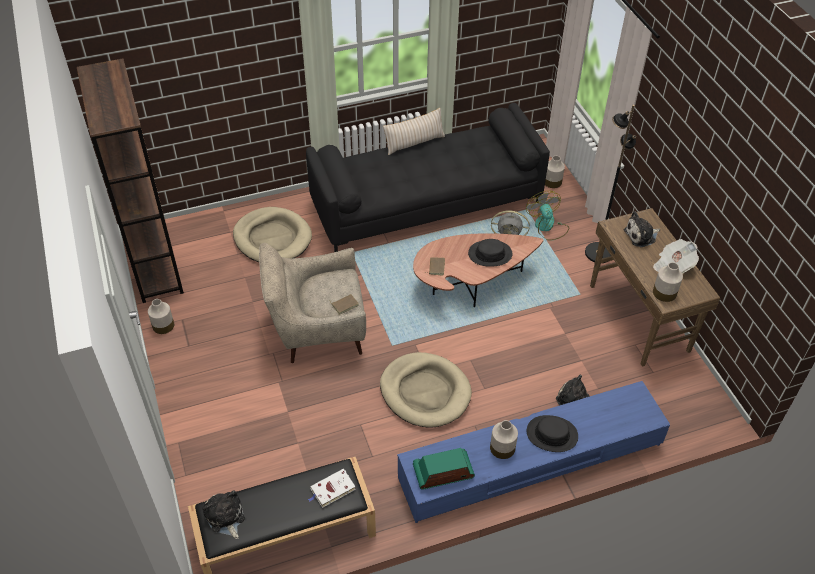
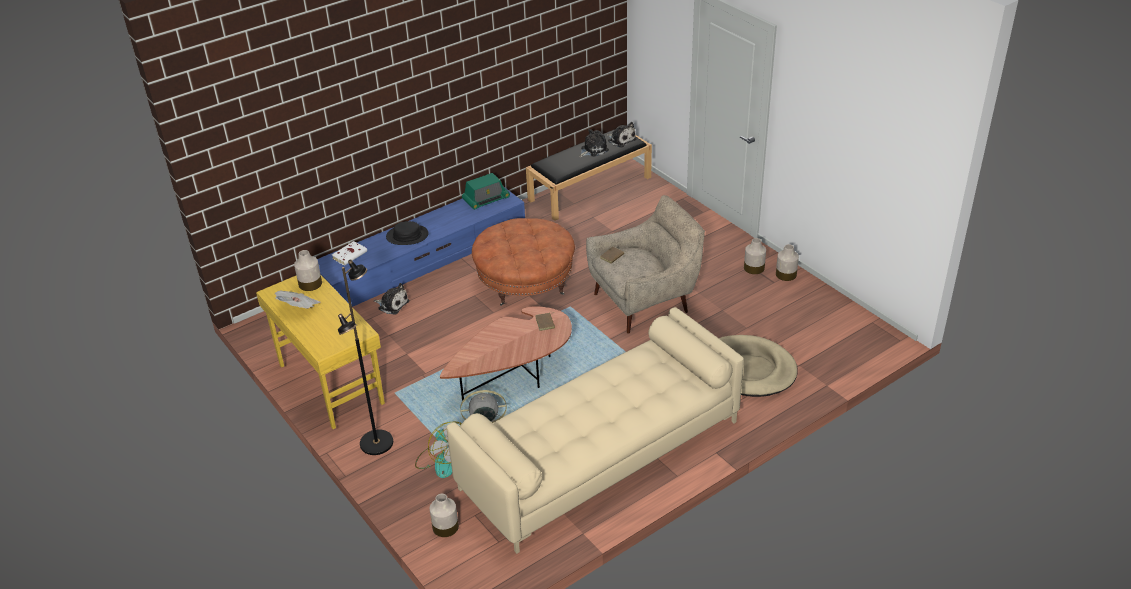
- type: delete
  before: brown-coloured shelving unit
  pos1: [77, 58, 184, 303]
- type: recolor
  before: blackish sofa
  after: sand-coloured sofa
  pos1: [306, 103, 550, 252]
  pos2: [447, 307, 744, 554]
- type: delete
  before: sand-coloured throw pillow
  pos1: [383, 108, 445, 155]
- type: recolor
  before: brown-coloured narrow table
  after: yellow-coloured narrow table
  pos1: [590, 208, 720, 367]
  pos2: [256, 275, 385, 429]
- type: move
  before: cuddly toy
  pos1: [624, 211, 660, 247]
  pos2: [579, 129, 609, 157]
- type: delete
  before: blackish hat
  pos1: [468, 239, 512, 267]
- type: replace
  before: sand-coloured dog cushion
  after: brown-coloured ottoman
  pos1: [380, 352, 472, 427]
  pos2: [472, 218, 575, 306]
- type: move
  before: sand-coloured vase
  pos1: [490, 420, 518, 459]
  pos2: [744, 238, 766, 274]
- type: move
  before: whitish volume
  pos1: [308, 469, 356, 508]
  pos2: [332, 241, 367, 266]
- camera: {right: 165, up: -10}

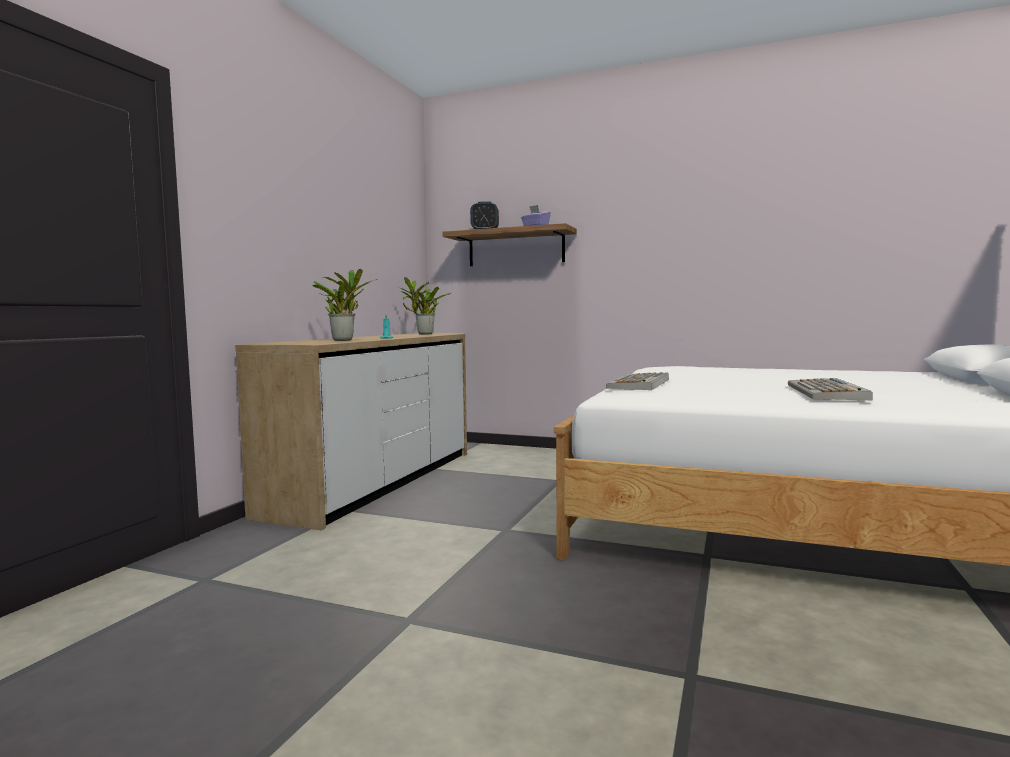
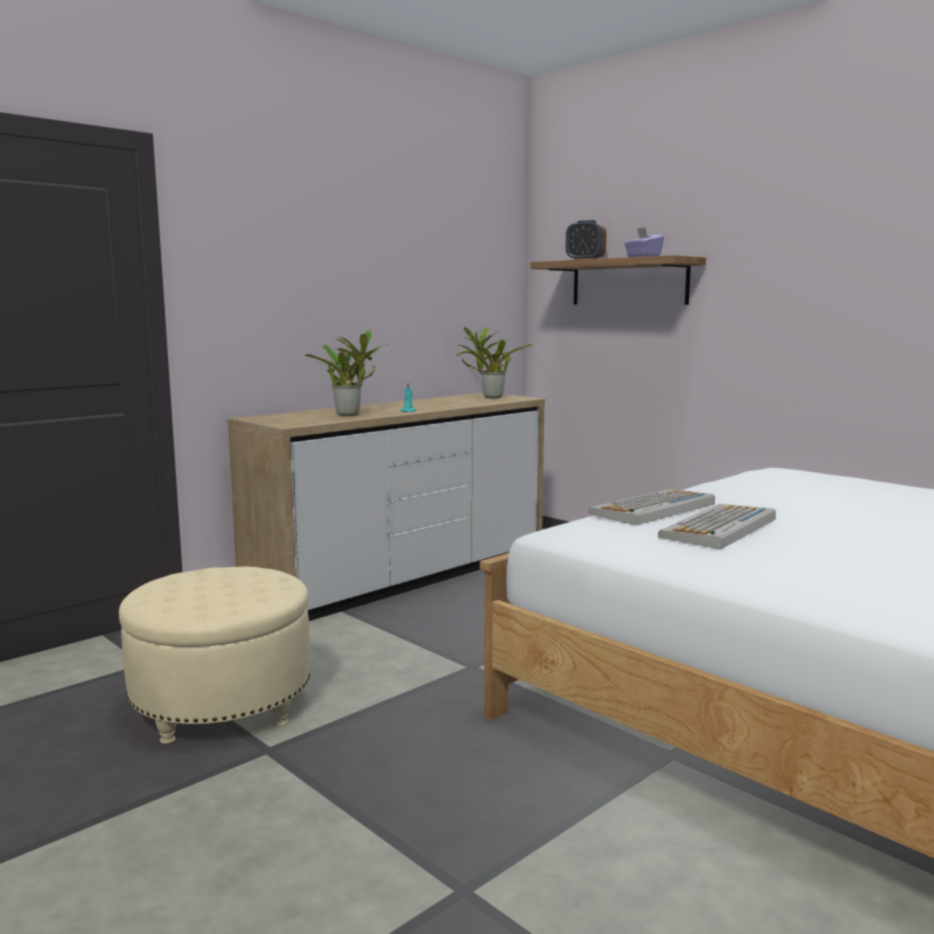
- type: move
  before: keyboard
  pos1: [788, 378, 873, 400]
  pos2: [658, 504, 776, 549]
- type: insert
  after: sand-coloured ottoman
  pos2: [119, 567, 310, 744]
- camera: {right: 25, up: 5}

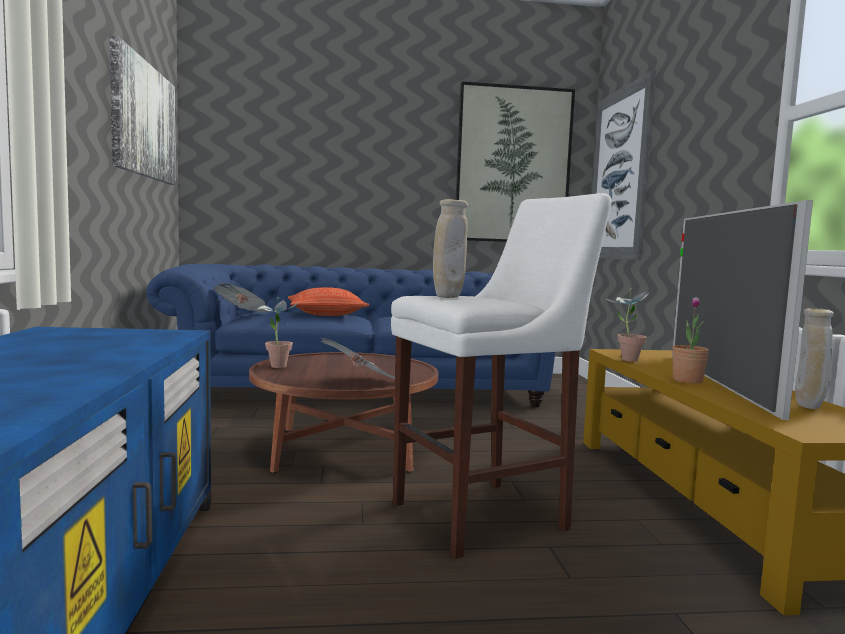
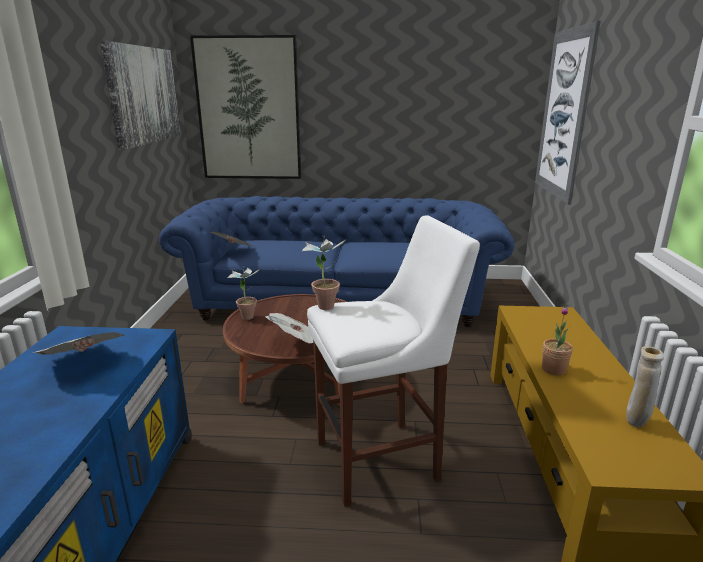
- type: move
  before: wall art
  pos1: [456, 81, 575, 242]
  pos2: [190, 35, 301, 179]
- type: delete
  before: sand-coloured vase
  pos1: [433, 199, 468, 298]
- type: delete
  before: TV set
  pos1: [672, 200, 813, 420]
- type: delete
  before: orange-coloured throw pillow
  pos1: [288, 287, 369, 316]
- type: move
  before: potted plant
  pos1: [605, 288, 649, 362]
  pos2: [302, 236, 345, 310]
- type: insert
  after: newspaper
  pos2: [33, 332, 124, 355]
- camera: {right: 10, up: 15}

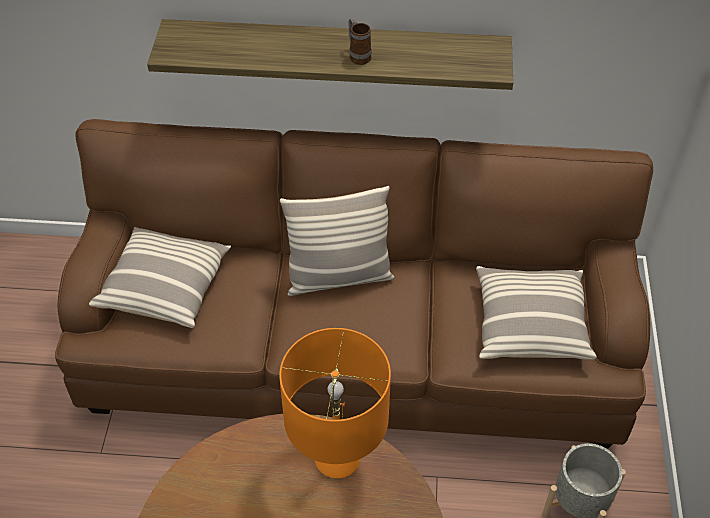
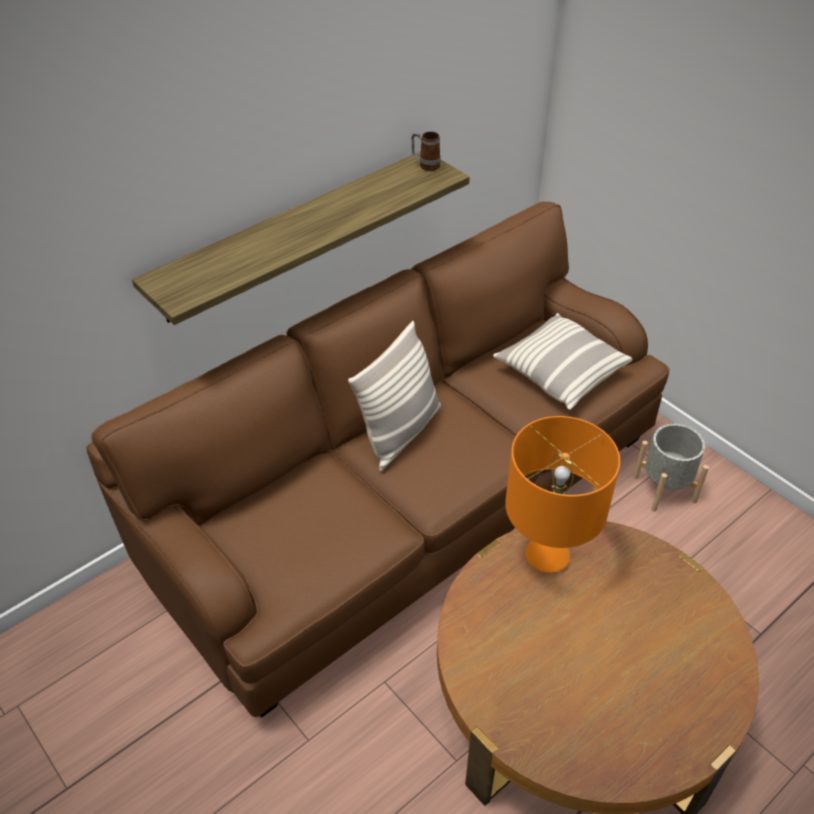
- type: move
  before: mug
  pos1: [348, 18, 372, 65]
  pos2: [411, 131, 440, 171]
- type: delete
  before: throw pillow
  pos1: [89, 227, 231, 328]
- camera: {right: -45, up: -5}

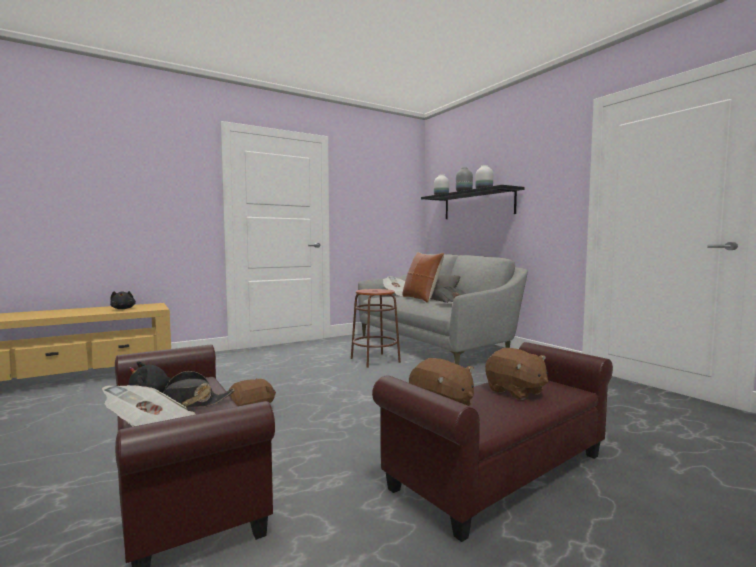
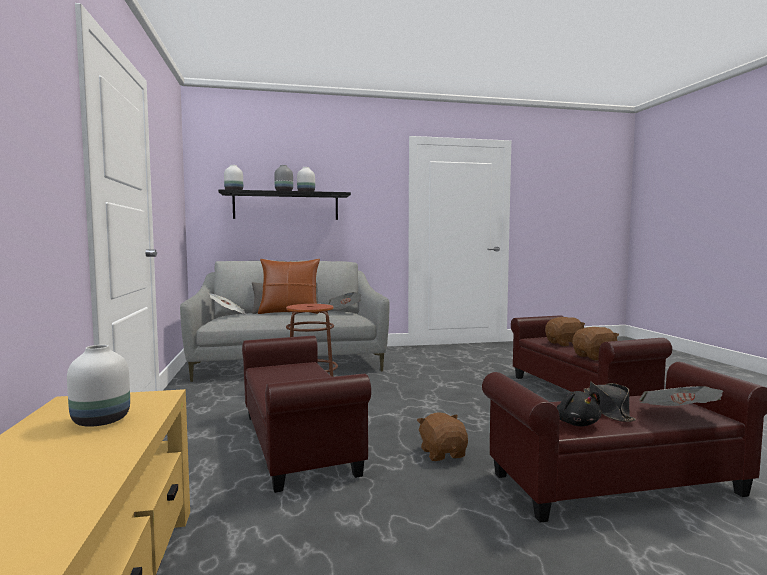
- type: replace
  before: blackish cuddly toy
  after: whitish vase
  pos1: [110, 291, 136, 309]
  pos2: [67, 345, 130, 427]
- type: insert
  after: brown-coloured ottoman
  pos2: [242, 336, 371, 493]
- camera: {right: -70, up: 0}

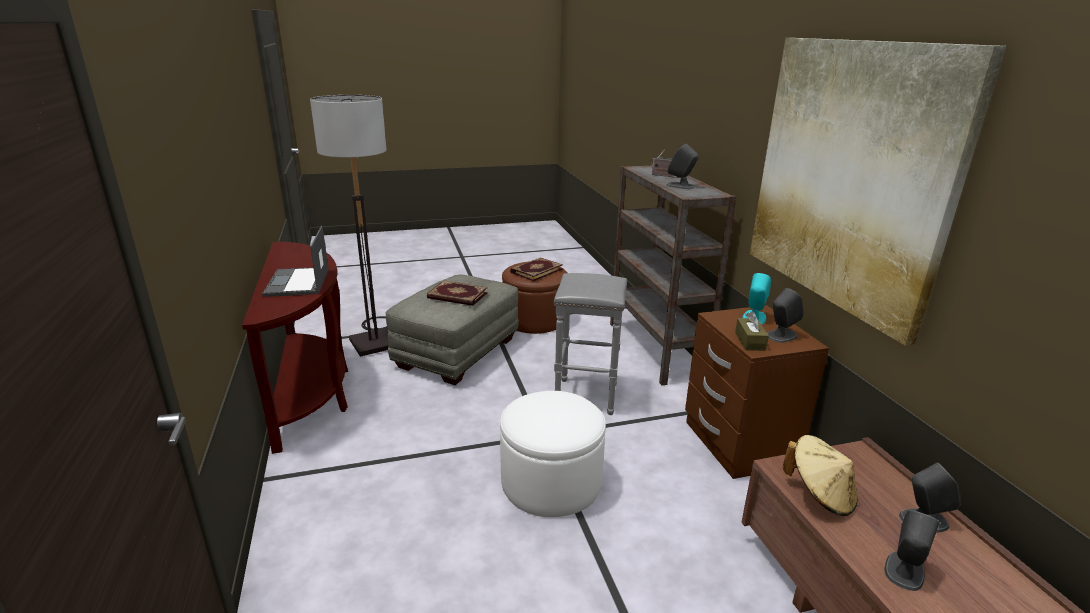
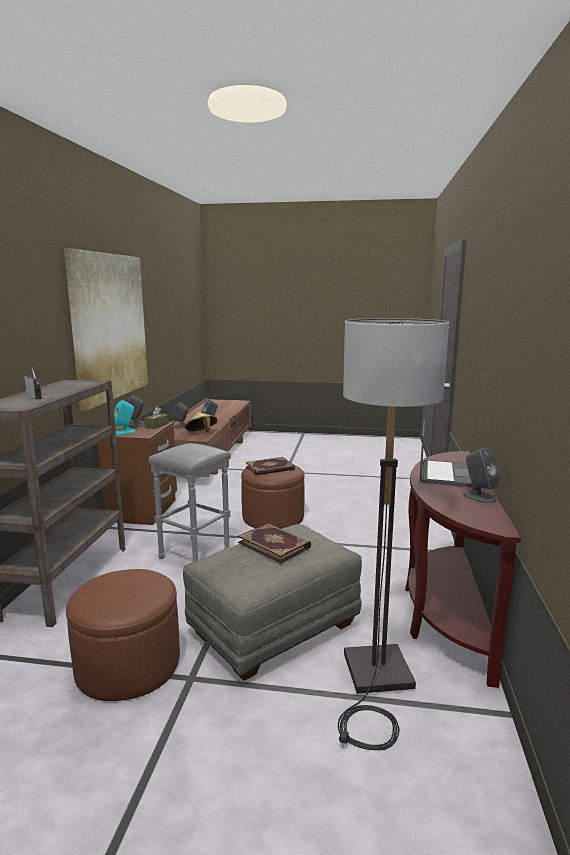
- type: move
  before: greyish loudspeaker
  pos1: [667, 144, 699, 189]
  pos2: [463, 448, 500, 503]
- type: move
  before: volume
  pos1: [510, 257, 563, 281]
  pos2: [246, 457, 295, 475]
- type: recolor
  before: whitish ottoman
  after: brown-coloured ottoman
  pos1: [500, 391, 606, 517]
  pos2: [241, 465, 305, 529]
- camera: {right: -155, up: -10}

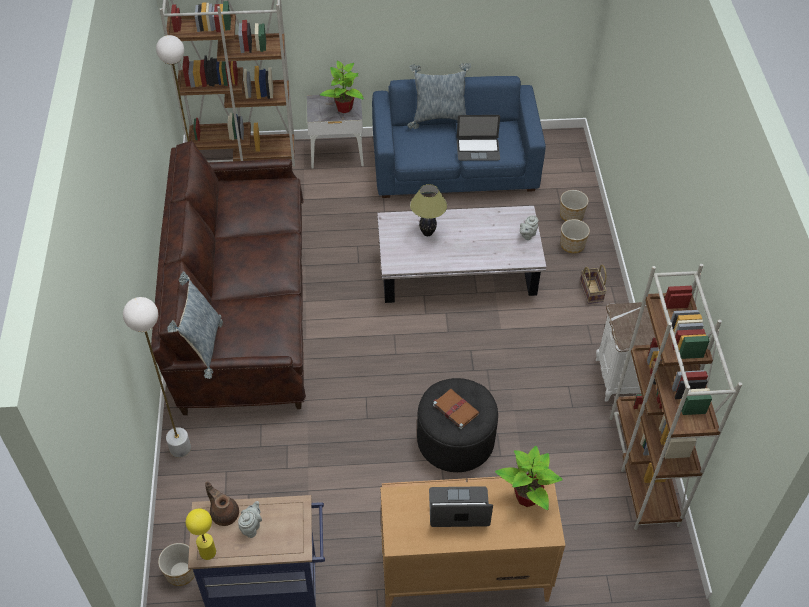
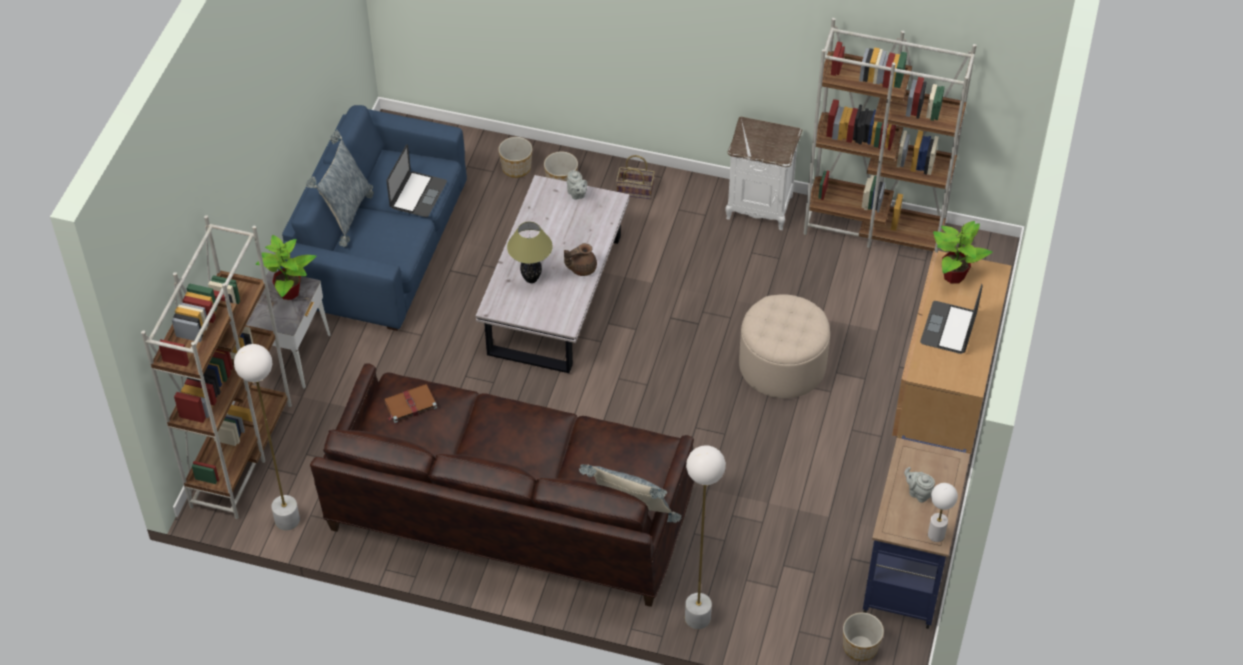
- type: recolor
  before: blackish ottoman
  after: sand-coloured ottoman
  pos1: [417, 378, 498, 472]
  pos2: [739, 294, 830, 398]
- type: move
  before: brown-coloured volume
  pos1: [433, 389, 480, 429]
  pos2: [384, 384, 437, 423]
- type: move
  before: brown-coloured teapot
  pos1: [205, 482, 239, 526]
  pos2: [564, 243, 597, 276]
- type: recolor
  before: yellow-coloured tabletop lamp
  after: whitish tabletop lamp
  pos1: [186, 508, 216, 560]
  pos2: [928, 483, 958, 542]
- camera: {right: -70, up: 0}

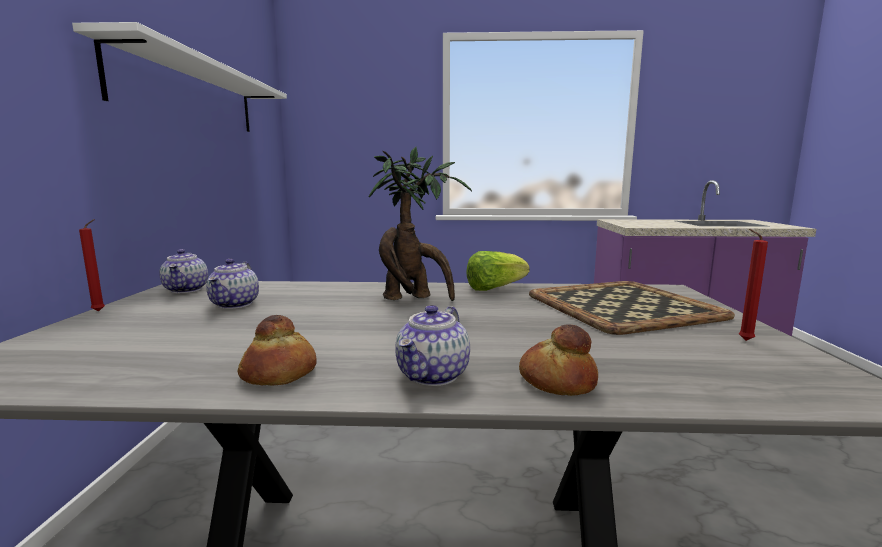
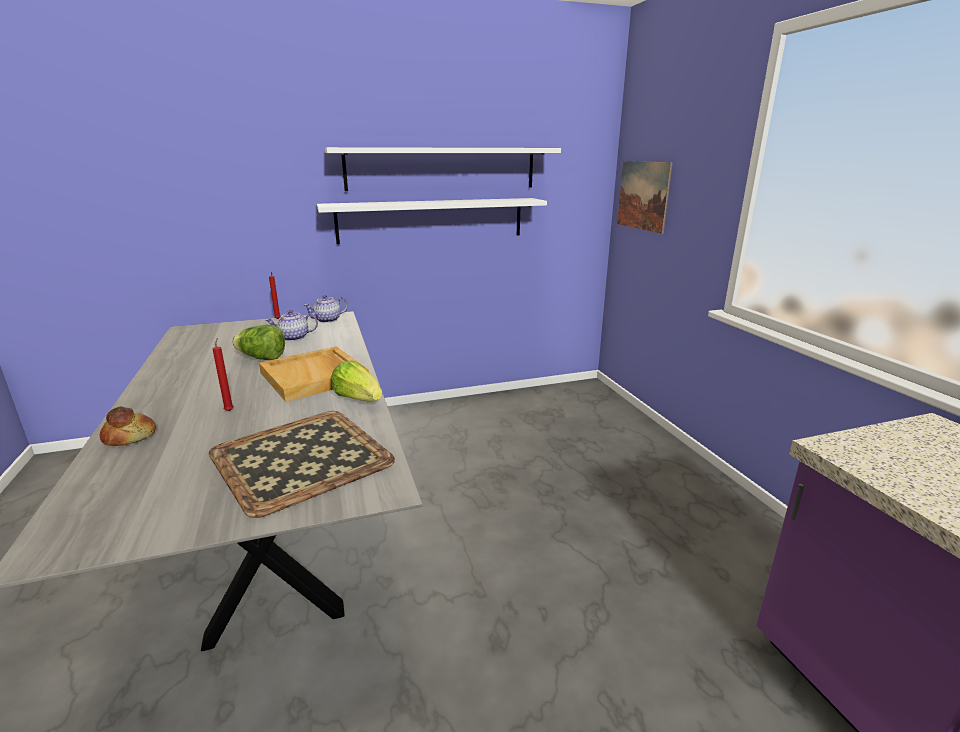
- type: replace
  before: potted plant
  after: sand-coloured tray
  pos1: [369, 147, 472, 301]
  pos2: [259, 346, 369, 402]
- type: move
  before: reddish candle
  pos1: [739, 229, 768, 341]
  pos2: [213, 338, 234, 411]
- type: delete
  before: teapot
  pos1: [395, 305, 470, 386]
- type: delete
  before: bread
  pos1: [238, 315, 317, 386]
- type: insert
  after: wall art
  pos2: [617, 161, 673, 234]
- type: insert
  after: whitish bracket shelf
  pos2: [317, 198, 547, 244]
- type: insert
  after: lettuce head
  pos2: [232, 325, 285, 360]
- camera: {right: 70, up: 10}

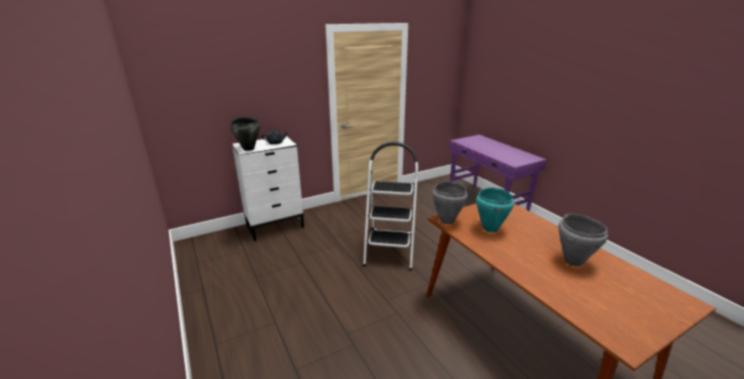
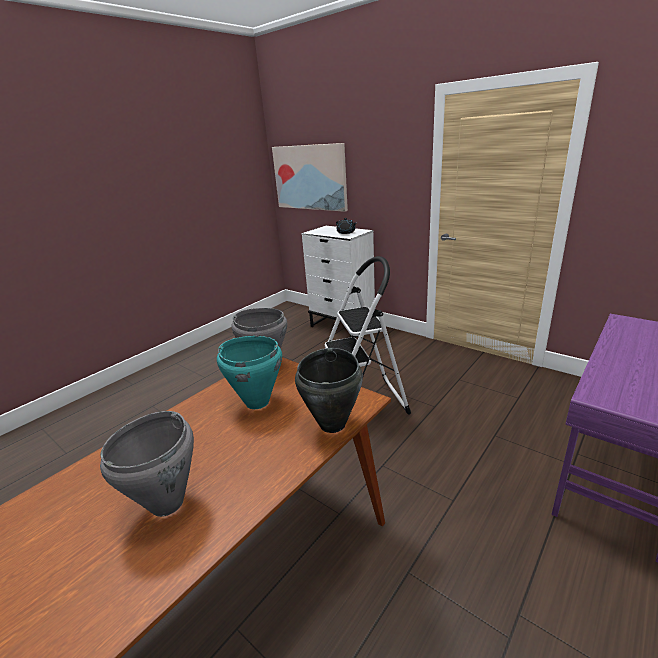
- type: move
  before: blackish cooking pot
  pos1: [231, 117, 260, 151]
  pos2: [295, 348, 363, 433]
- type: insert
  after: wall art
  pos2: [272, 143, 348, 212]
- camera: {right: 70, up: 0}

